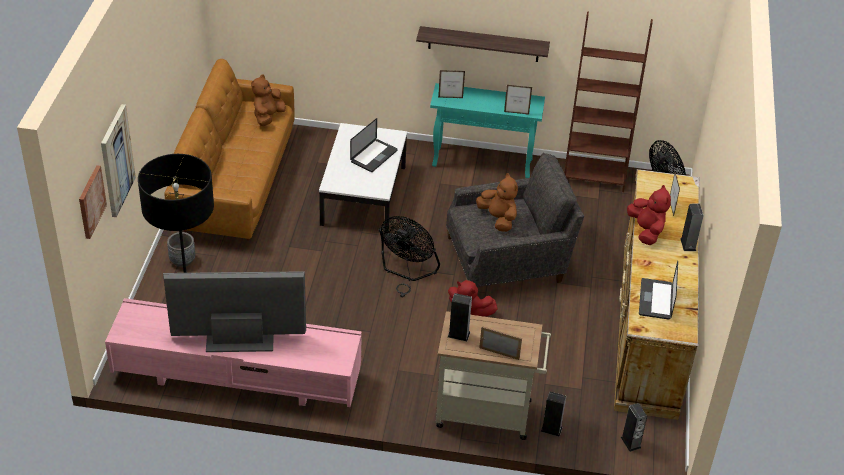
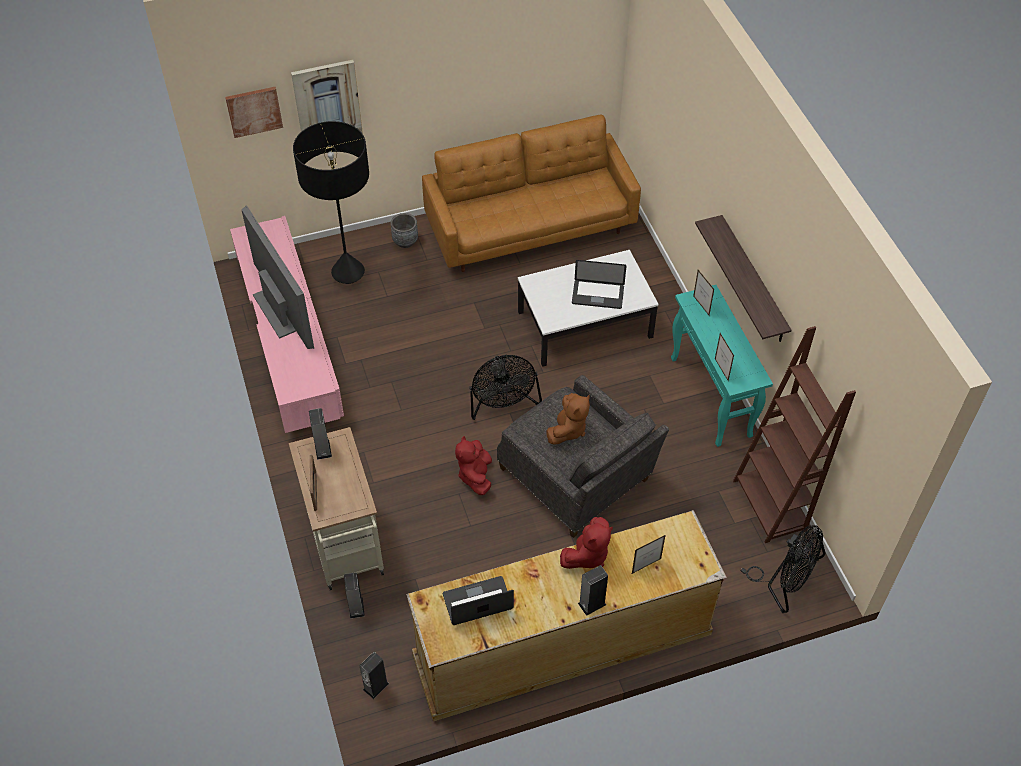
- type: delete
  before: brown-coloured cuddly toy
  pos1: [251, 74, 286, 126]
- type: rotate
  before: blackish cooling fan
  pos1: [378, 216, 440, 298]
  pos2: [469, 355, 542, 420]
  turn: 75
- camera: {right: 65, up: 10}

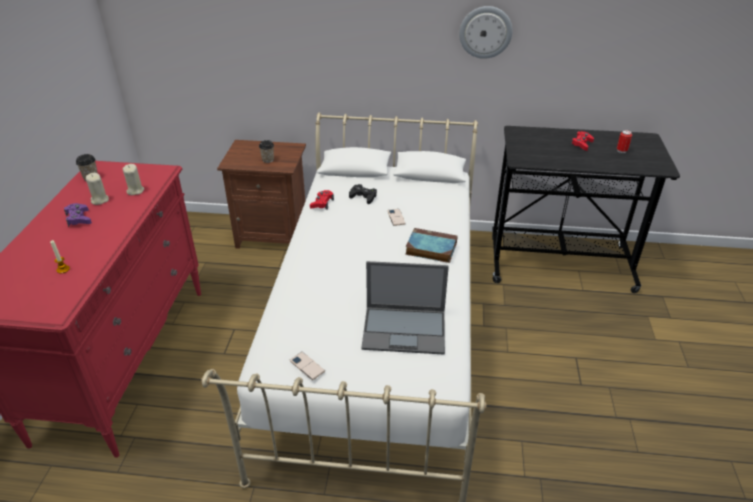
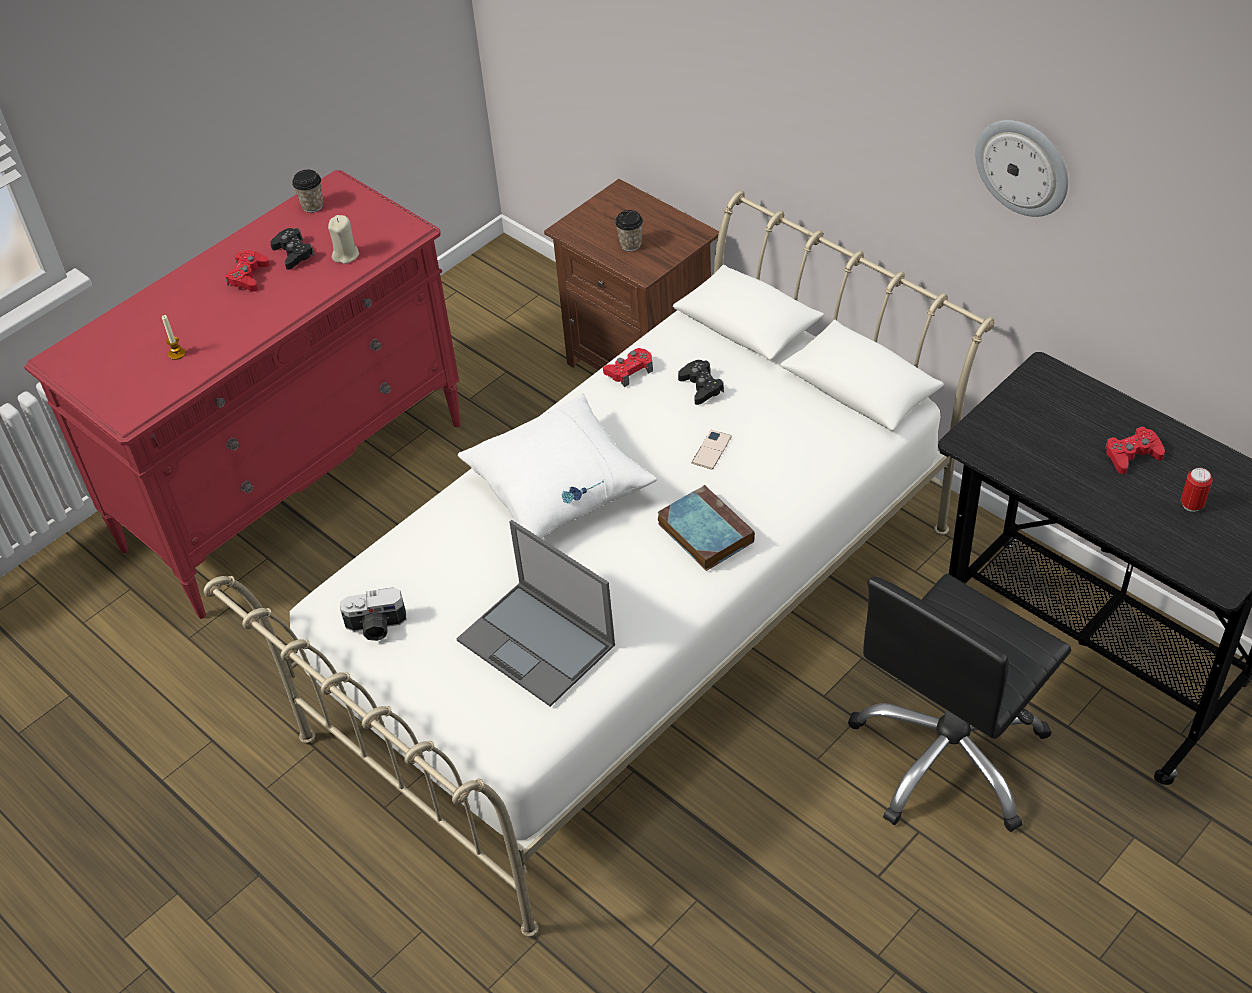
- type: replace
  before: sand-coloured candle
  after: blackish game controller
  pos1: [86, 173, 109, 205]
  pos2: [270, 228, 315, 270]
- type: recolor
  before: purplish game controller
  after: reddish game controller
  pos1: [64, 203, 92, 227]
  pos2: [225, 250, 270, 291]
- type: replace
  before: phone
  after: photo camera
  pos1: [290, 352, 325, 380]
  pos2: [340, 587, 407, 641]
- type: insert
  after: whitish throw pillow
  pos2: [458, 393, 657, 539]
- type: insert
  after: blackish computer chair
  pos2: [848, 574, 1072, 832]
- camera: {right: 40, up: 10}

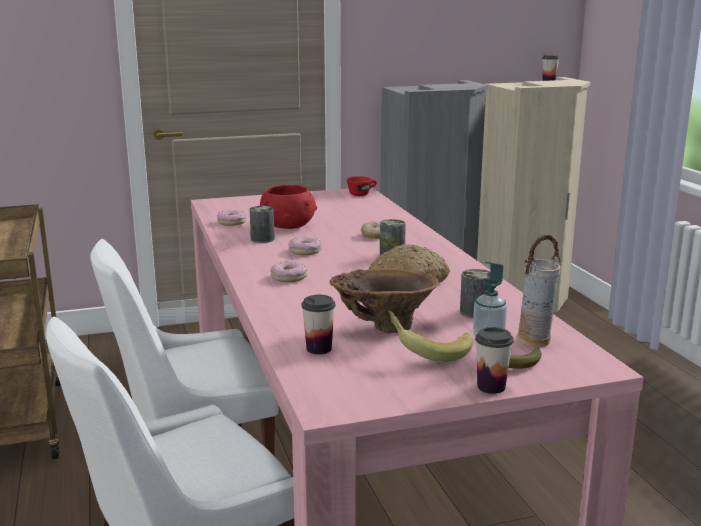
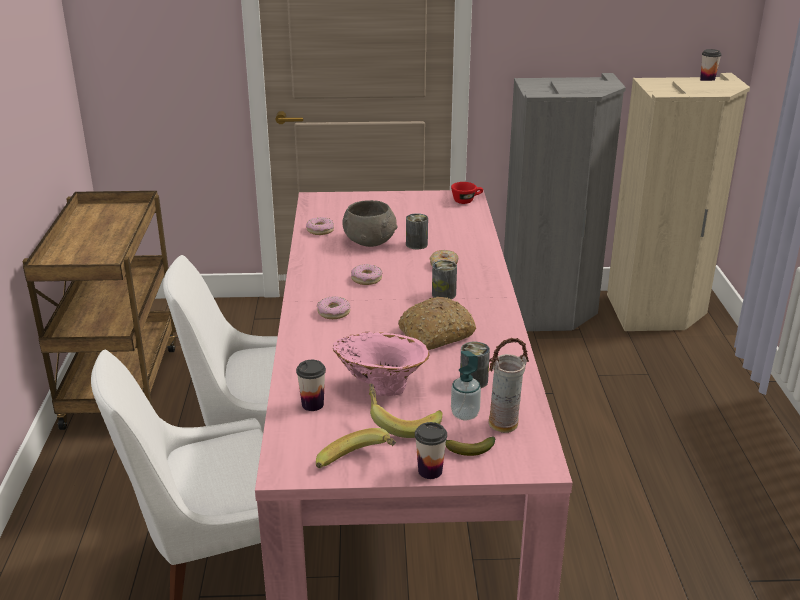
- type: recolor
  before: reddish bowl
  after: greyish bowl
  pos1: [260, 185, 317, 229]
  pos2: [342, 200, 397, 247]
- type: move
  before: sealed can
  pos1: [250, 206, 275, 243]
  pos2: [406, 213, 428, 249]
- type: recolor
  before: brown-coloured vase
  after: pink vase
  pos1: [330, 268, 439, 333]
  pos2: [333, 332, 430, 396]
- type: insert
  after: banana fruit
  pos2: [316, 428, 396, 468]
- camera: {right: 15, up: 10}

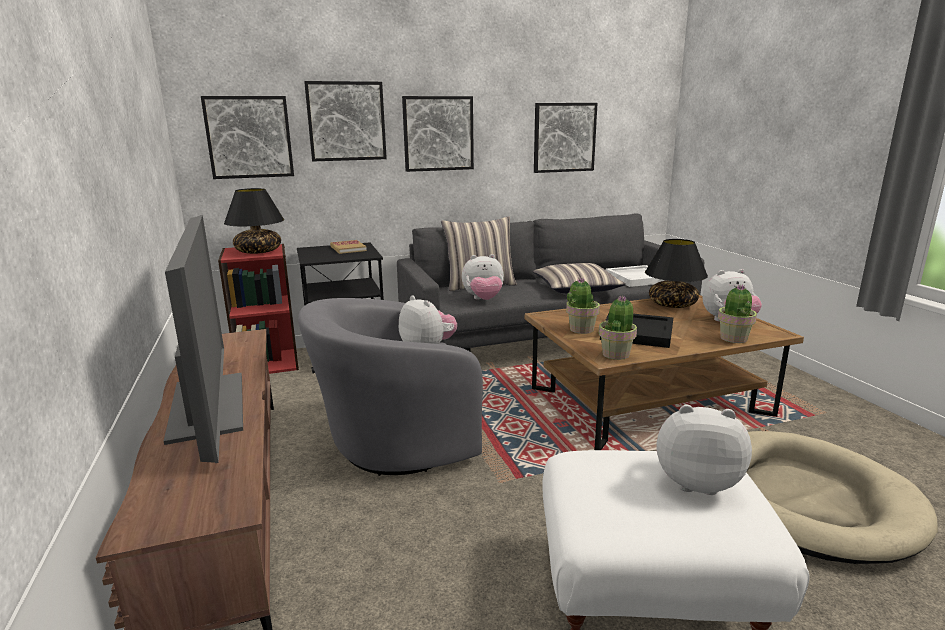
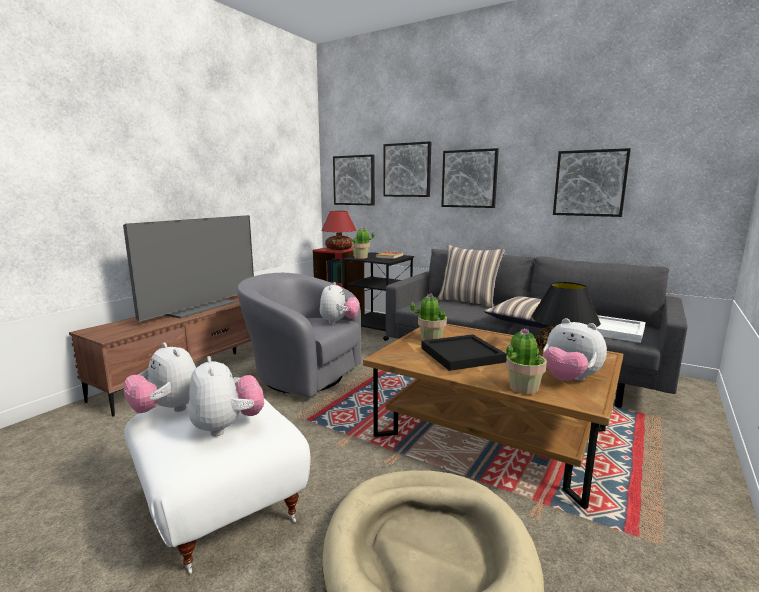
- type: recolor
  before: blackish tabletop lamp
  after: reddish tabletop lamp
  pos1: [224, 188, 284, 254]
  pos2: [321, 211, 357, 250]
- type: move
  before: cuddly toy
  pos1: [462, 254, 504, 300]
  pos2: [124, 342, 196, 413]
- type: move
  before: potted plant
  pos1: [599, 295, 637, 360]
  pos2: [352, 227, 374, 259]
- camera: {right: 50, up: -5}

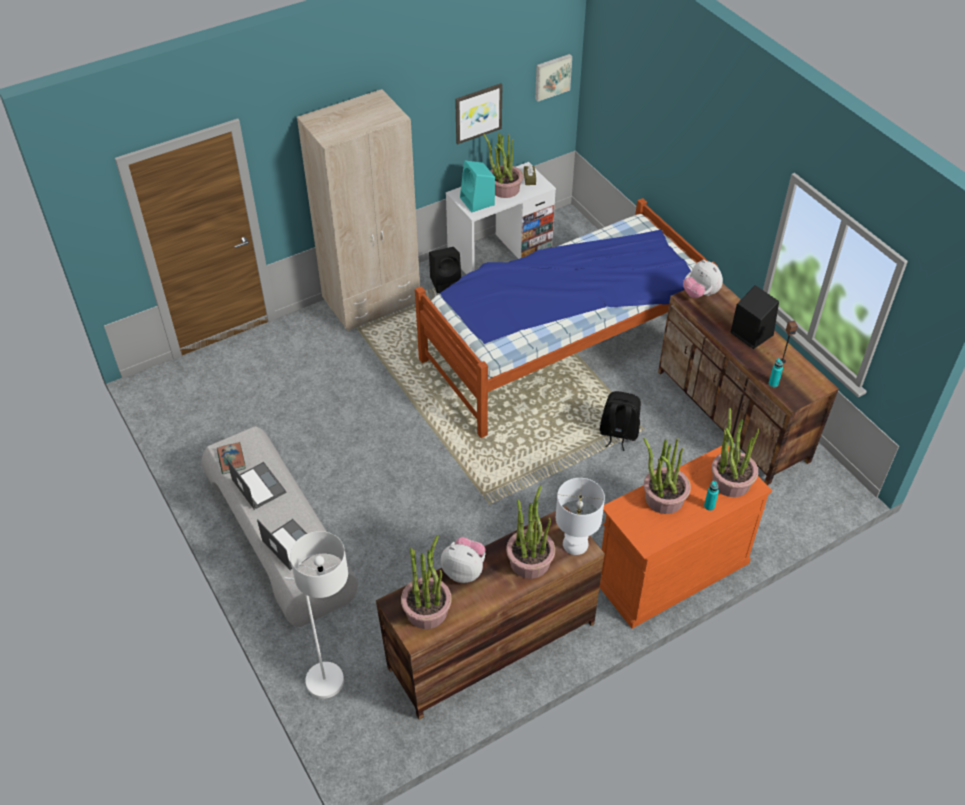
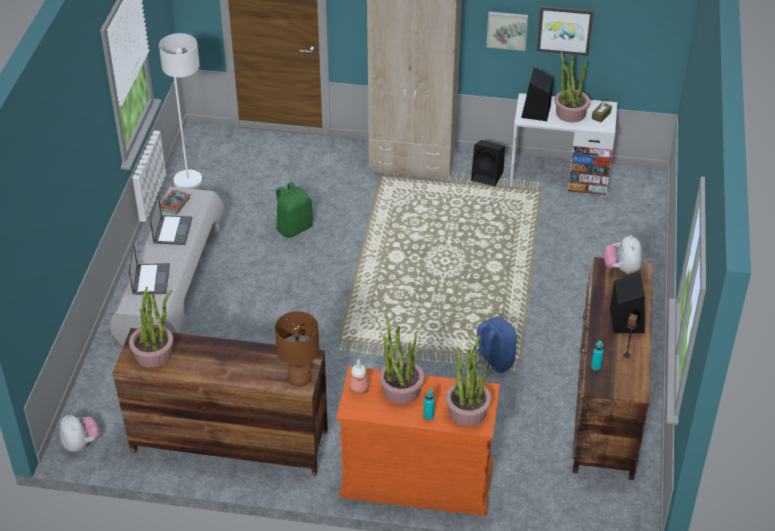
- type: move
  before: wall art
  pos1: [535, 54, 572, 101]
  pos2: [486, 12, 528, 51]
- type: recolor
  before: blue-green loudspeaker
  after: blackish loudspeaker
  pos1: [460, 160, 495, 212]
  pos2: [521, 68, 553, 121]
- type: delete
  before: bed
  pos1: [415, 198, 718, 438]
- type: recolor
  before: blackish rucksack
  after: blue rucksack
  pos1: [600, 391, 641, 451]
  pos2: [476, 316, 517, 375]
- type: recolor
  before: whitish tabletop lamp
  after: brown-coloured tabletop lamp
  pos1: [556, 478, 605, 555]
  pos2: [275, 311, 319, 387]
- type: delete
  before: potted plant
  pos1: [506, 485, 555, 579]
- type: move
  before: whitish floor lamp
  pos1: [284, 531, 348, 699]
  pos2: [159, 33, 202, 189]
- type: move
  before: cuddly toy
  pos1: [441, 537, 486, 583]
  pos2: [59, 415, 100, 452]
- type: insert
  after: green-coloured rucksack
  pos2: [276, 182, 313, 238]
- type: insert
  after: drink bottle
  pos2: [349, 359, 369, 395]
- camera: {right: 40, up: -5}

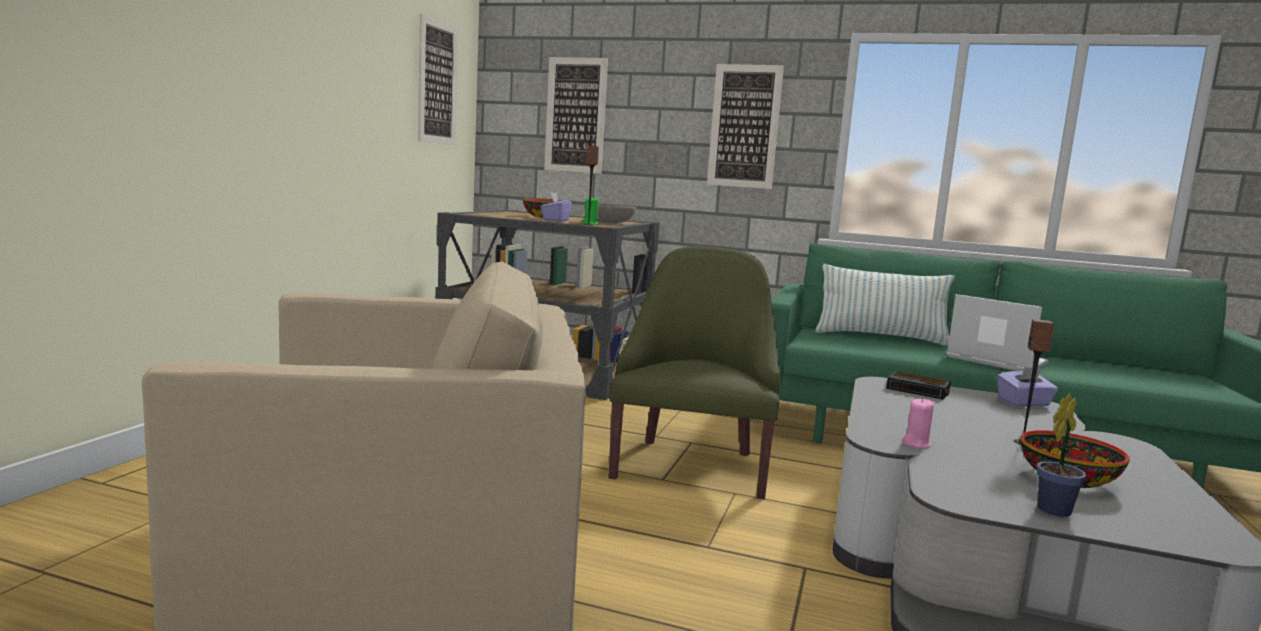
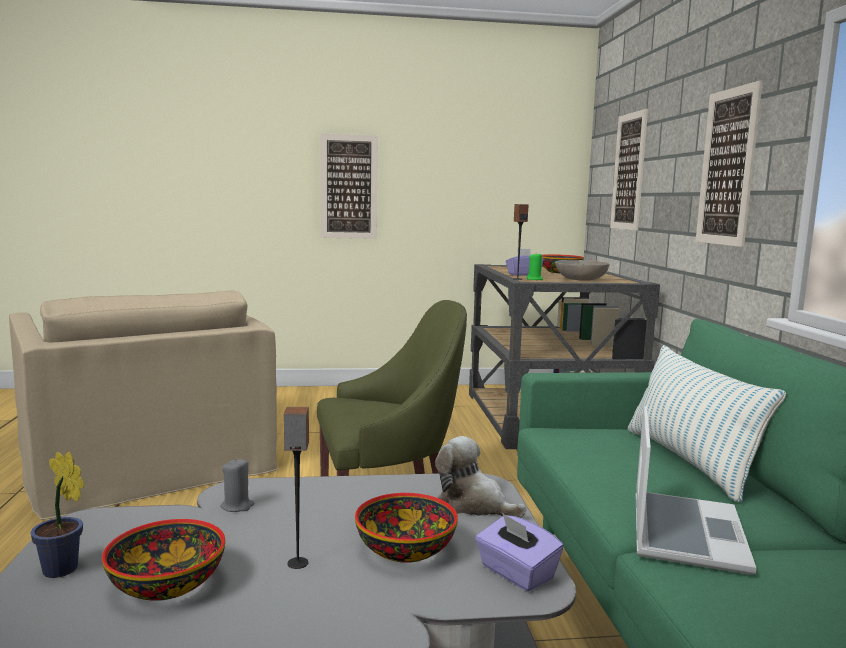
- type: move
  before: wall art
  pos1: [418, 14, 458, 145]
  pos2: [320, 133, 378, 239]
- type: replace
  before: table clock
  after: cuddly toy
  pos1: [886, 371, 951, 400]
  pos2: [435, 436, 526, 518]
- type: recolor
  before: pink candle
  after: greyish candle
  pos1: [902, 398, 934, 448]
  pos2: [220, 459, 254, 512]
- type: insert
  after: bowl
  pos2: [355, 493, 458, 563]
- camera: {right: 65, up: 0}

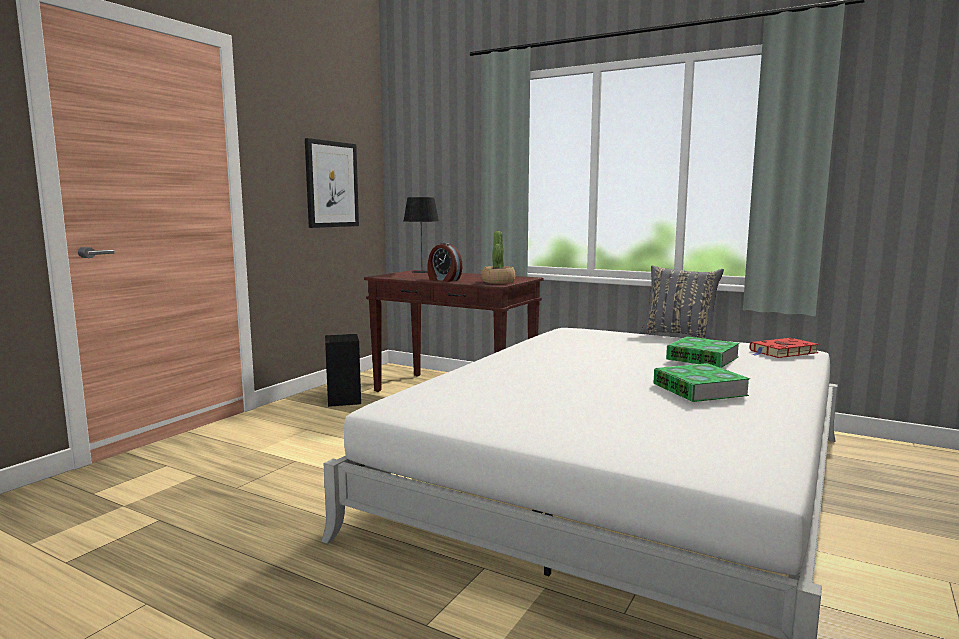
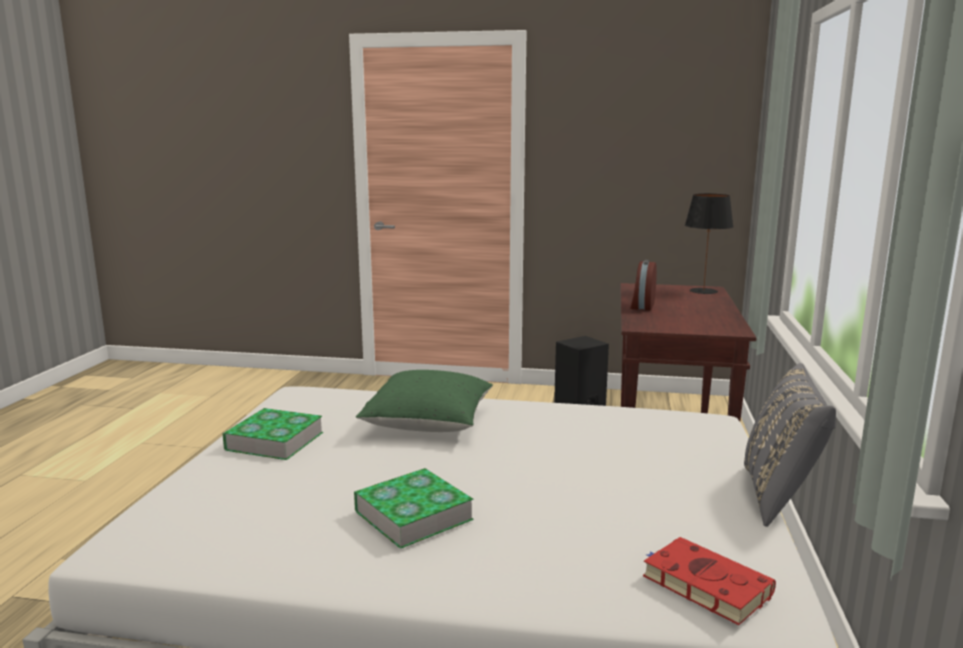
- type: delete
  before: wall art
  pos1: [305, 138, 359, 228]
- type: delete
  before: potted plant
  pos1: [482, 231, 515, 284]
- type: move
  before: volume
  pos1: [666, 336, 740, 368]
  pos2: [222, 408, 323, 460]
- type: insert
  after: green-coloured throw pillow
  pos2: [356, 370, 493, 432]
- camera: {right: 70, up: 5}

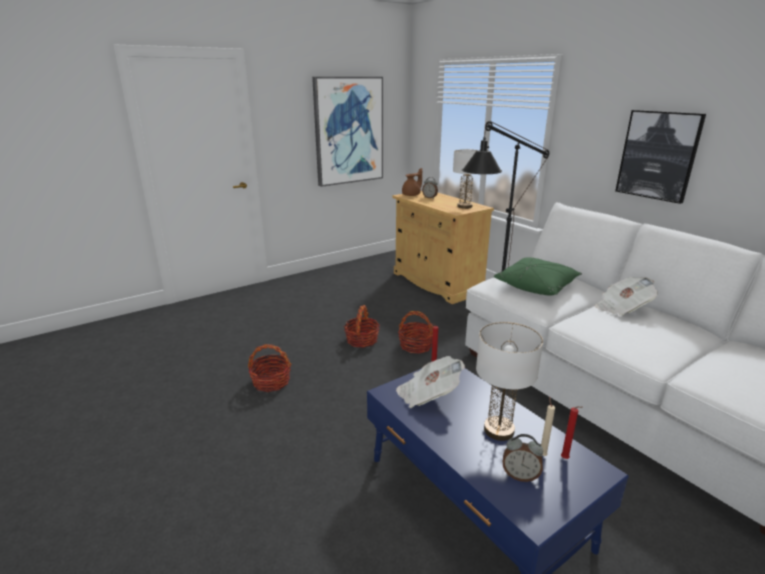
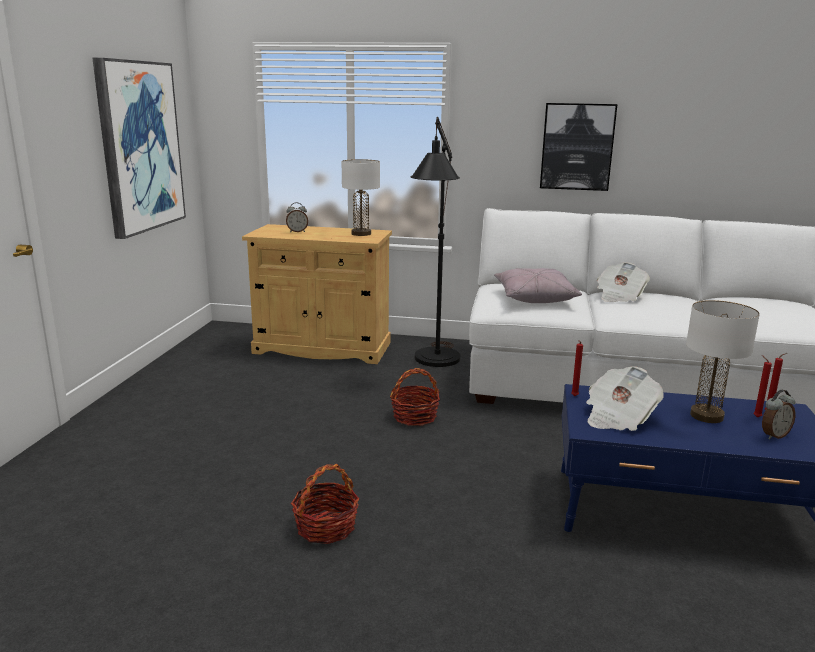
- type: delete
  before: brown-coloured teapot
  pos1: [402, 168, 422, 196]
- type: recolor
  before: green-coloured throw pillow
  after: purplish throw pillow
  pos1: [494, 257, 582, 296]
  pos2: [494, 268, 582, 303]
- type: delete
  before: storage basket
  pos1: [344, 305, 380, 348]
- type: recolor
  before: sand-coloured candle
  after: reddish candle
  pos1: [541, 397, 555, 456]
  pos2: [753, 355, 772, 418]
- camera: {right: -45, up: -5}

